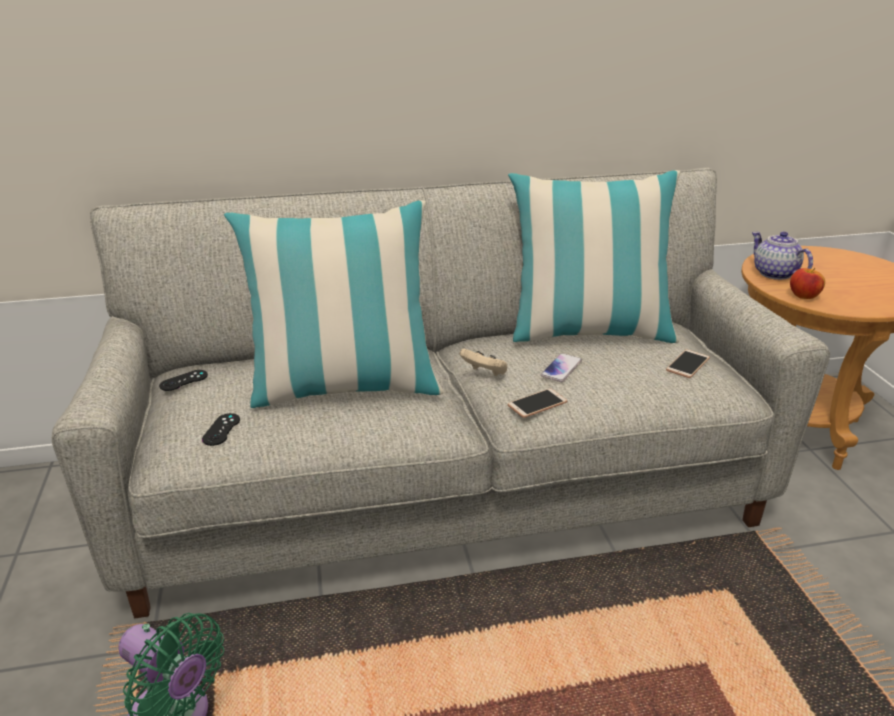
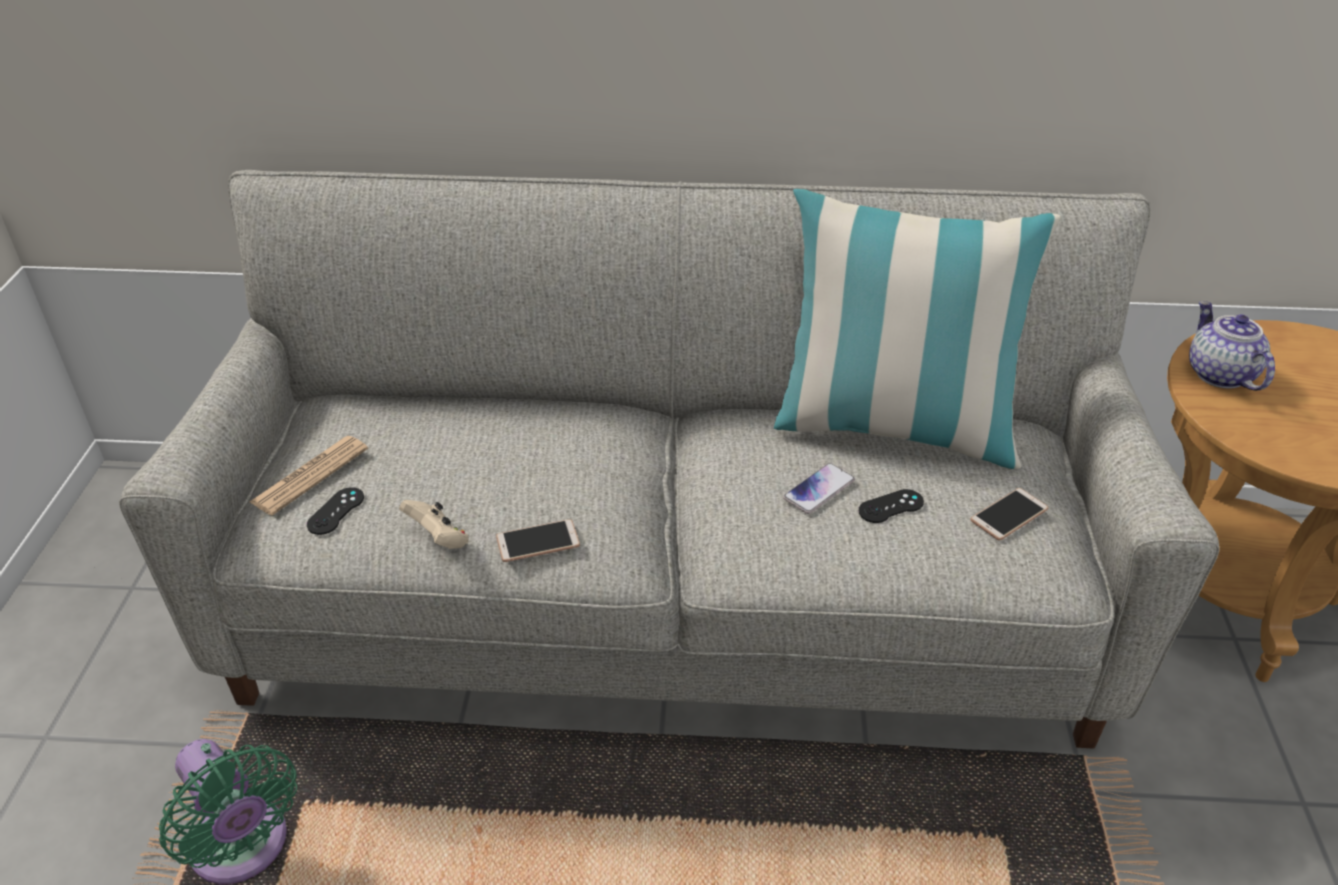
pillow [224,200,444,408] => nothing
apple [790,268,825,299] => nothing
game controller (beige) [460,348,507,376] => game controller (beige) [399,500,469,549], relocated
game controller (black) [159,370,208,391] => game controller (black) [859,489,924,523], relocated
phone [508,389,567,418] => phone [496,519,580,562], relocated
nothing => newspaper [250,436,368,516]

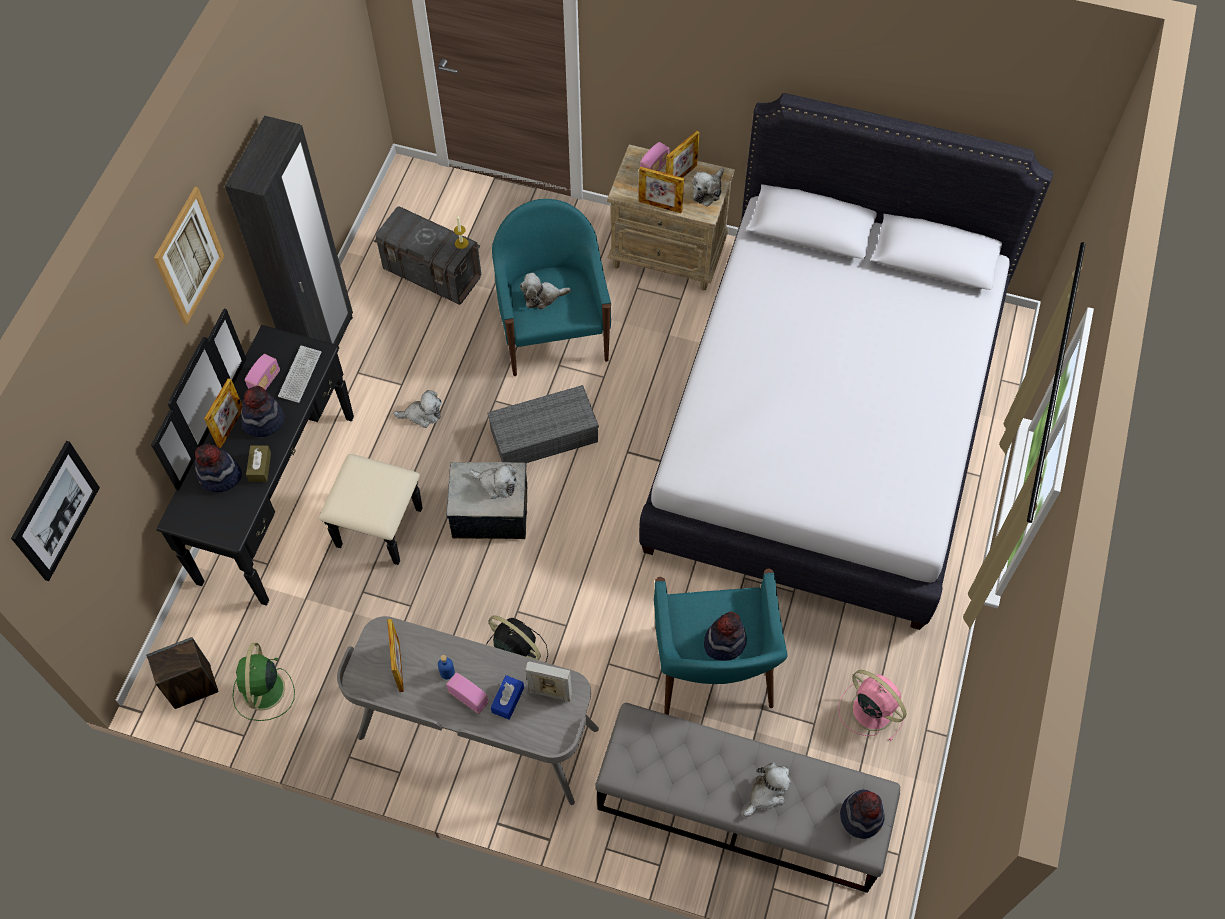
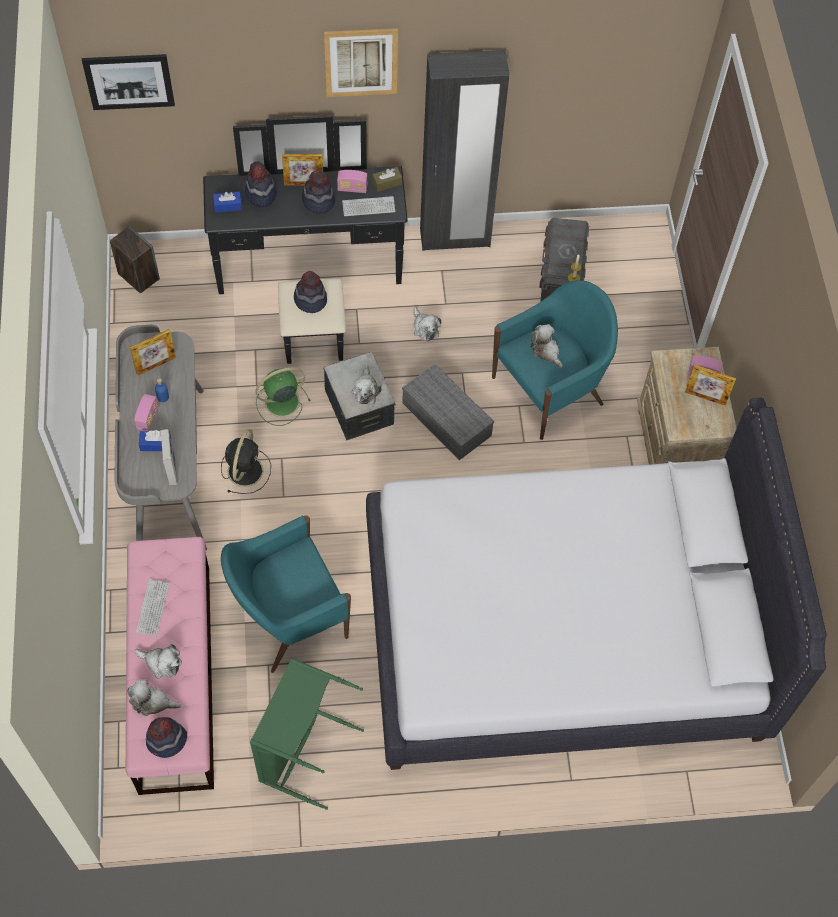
picture frame [639,167,684,213] => nothing
plush toy [692,168,724,207] => plush toy [127,680,181,716], relocated
tissue box (brown) [246,445,271,482] => tissue box (brown) [372,167,402,192], relocated
hat [704,612,747,661] => hat [294,271,327,313], relocated
fan (green) [232,643,295,721] => fan (green) [256,367,311,426], relocated
fan (pink) [838,670,906,741] => laundry basket (green) [250,658,364,810]
bench (grey) [595,703,900,893] => bench (pink) [126,537,214,795]
nothing => tissue box (blue) [213,192,242,213]
nothing => keyboard [136,579,169,636]

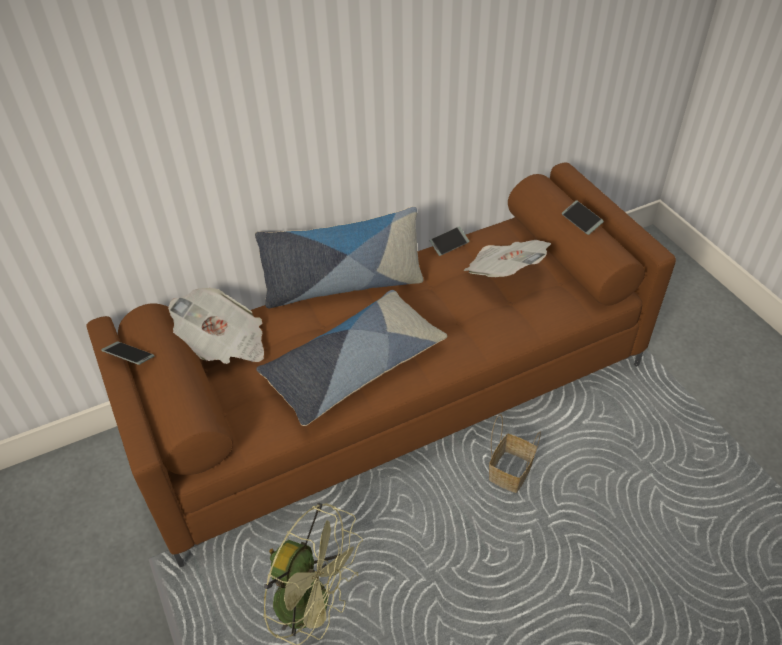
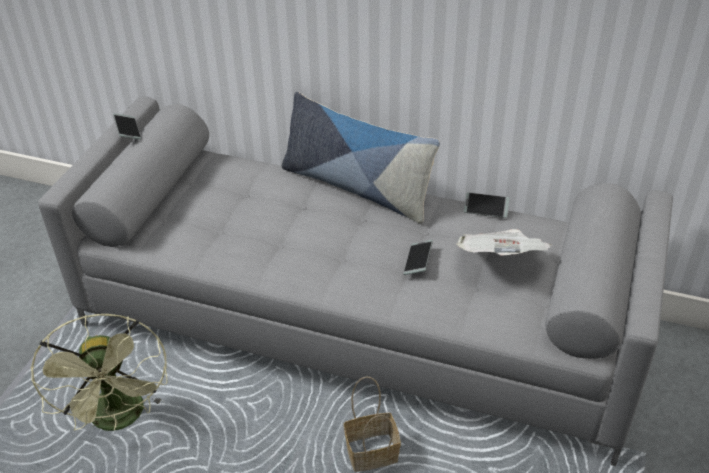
sofa (brown) [86,163,676,567] => sofa (grey) [38,97,673,466]
phone [562,200,604,235] => phone [403,240,433,275], relocated
newspaper [168,288,264,364] => nothing
pillow [256,290,447,426] => nothing

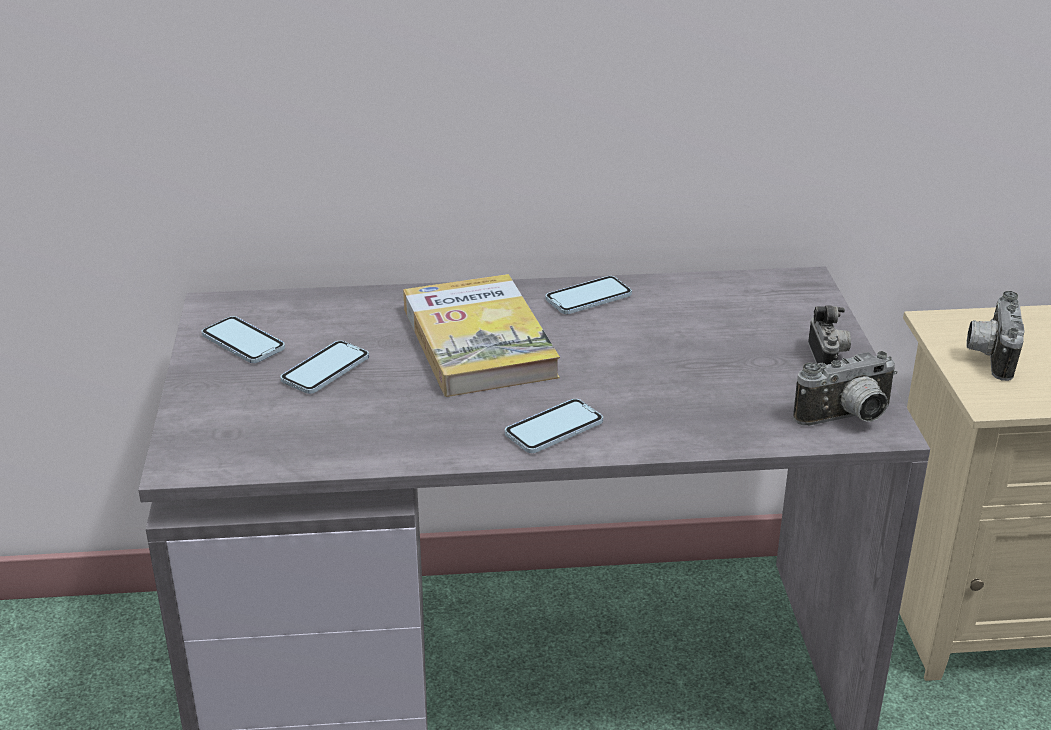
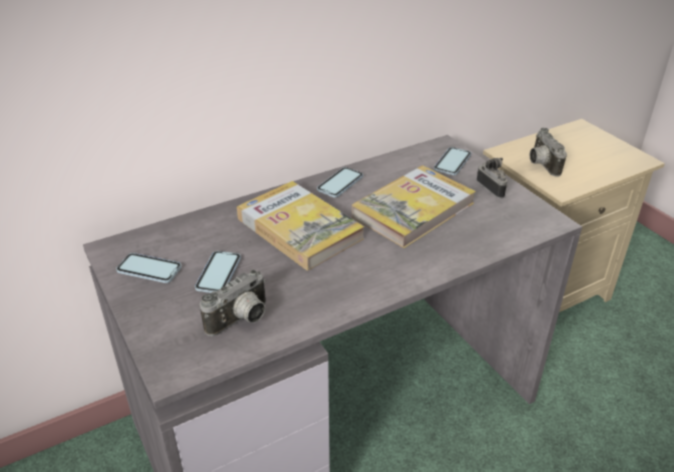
photo camera [793,351,897,426] => photo camera [200,270,266,336], relocated
phone [505,399,603,453] => phone [434,147,471,175], relocated
nothing => book [352,165,476,248]

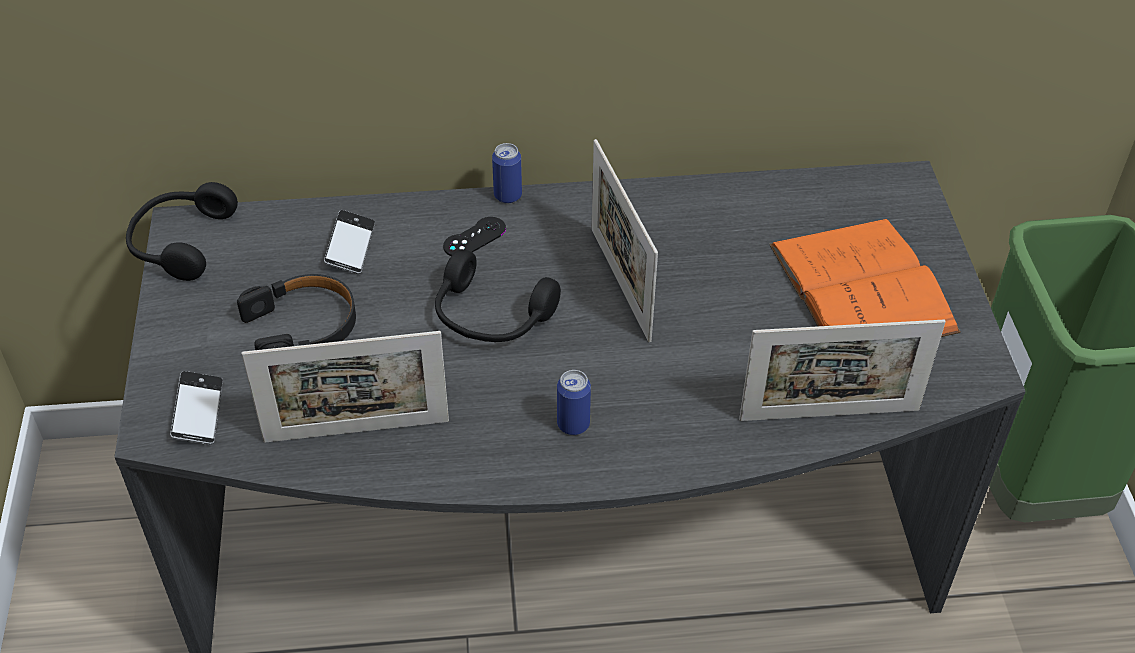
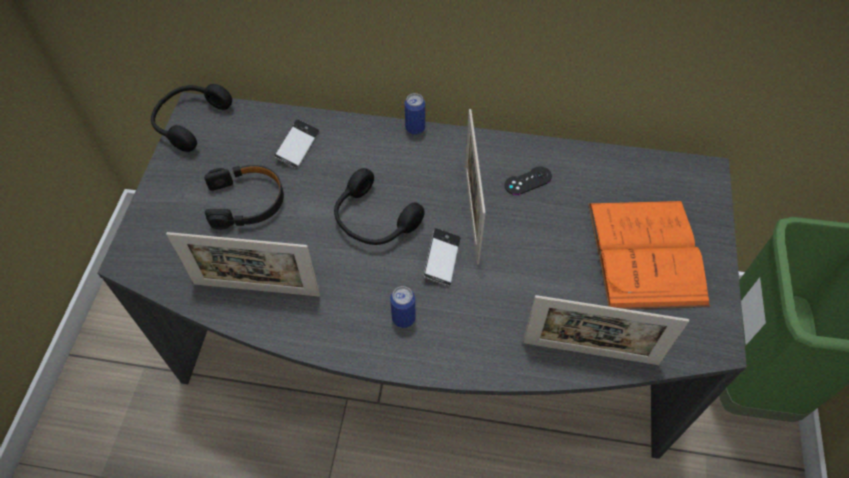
game controller (black) [443,217,506,256] => game controller (black) [505,166,552,195], relocated
phone [170,371,223,445] => phone [423,228,461,286], relocated

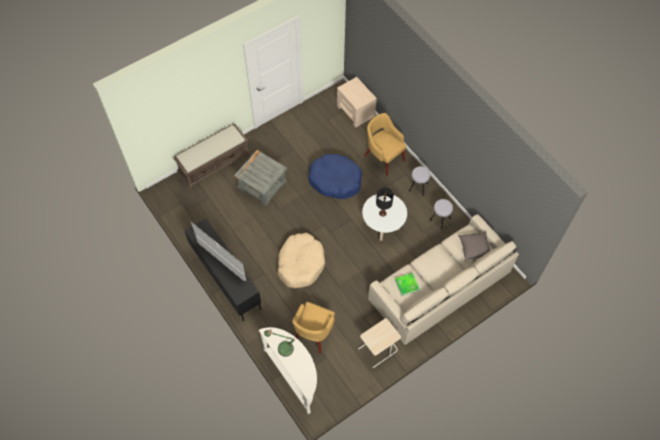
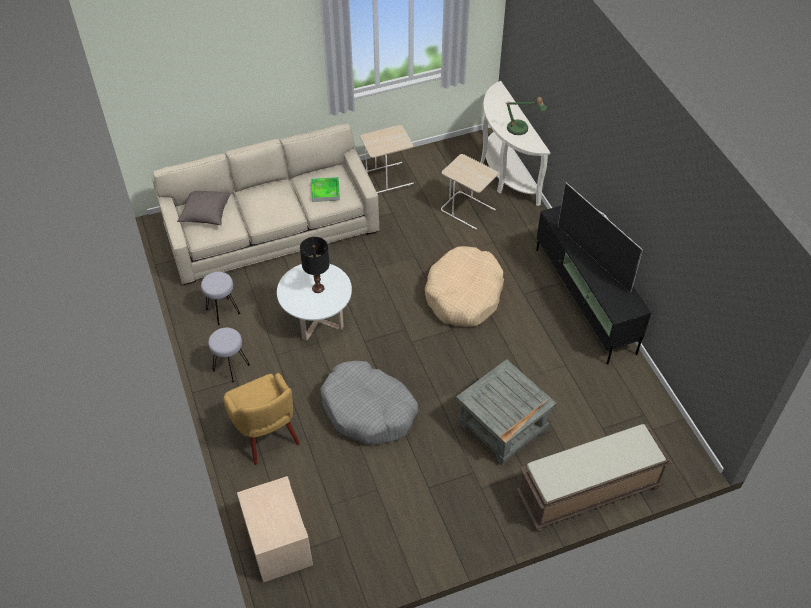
dog bed (blue) [308,154,362,199] => dog bed (grey) [320,361,418,445]
armchair (yellow) [292,302,335,354] => side table (beige) [441,154,498,230]

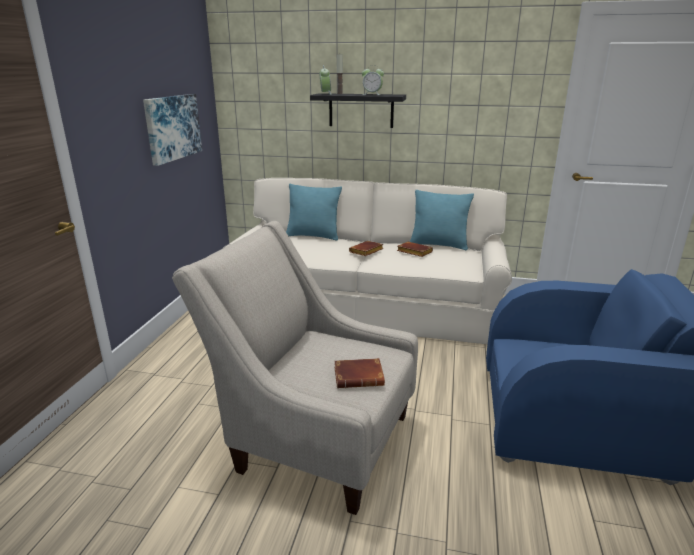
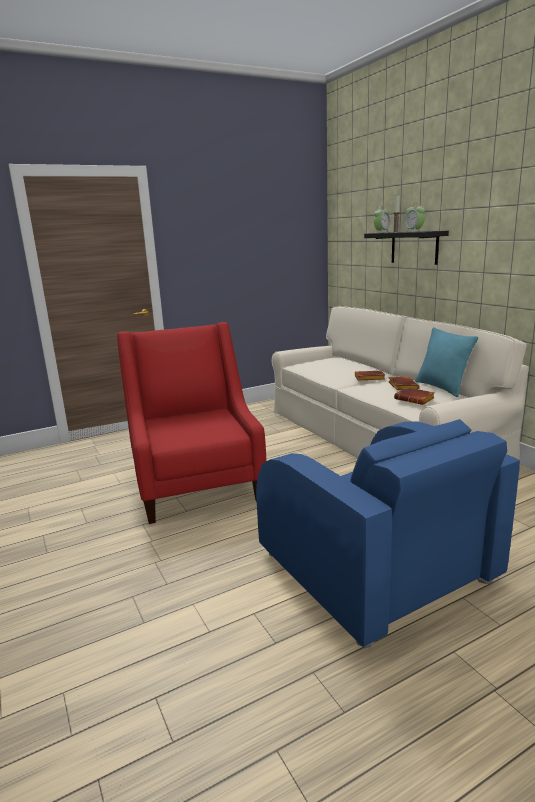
picture [143,94,202,166] => nothing
pillow (turquoise) [286,184,342,241] => nothing
armchair (beige) [172,221,418,515] => armchair (red) [117,322,266,524]
book (brown) [334,358,385,388] => book (brown) [394,387,435,405], relocated

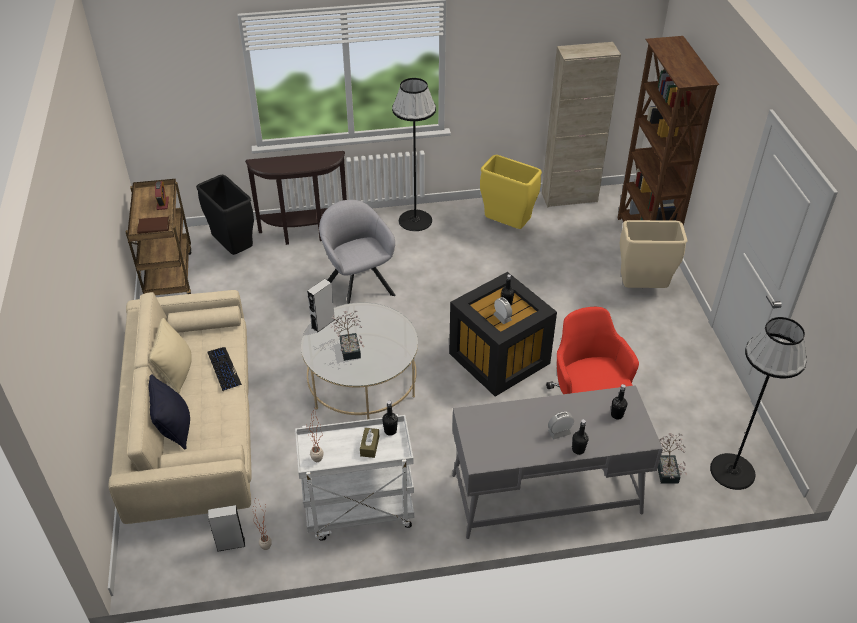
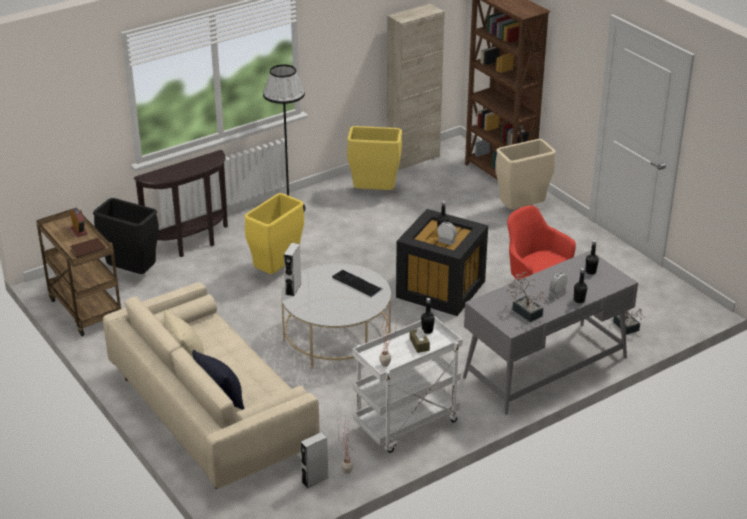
armchair (grey) [319,200,395,304] => trash can (yellow) [244,193,304,274]
potted plant [330,310,364,361] => potted plant [506,272,549,322], relocated
floor lamp (black) [710,317,807,490] => nothing
keyboard [208,347,242,391] => keyboard [332,270,382,297], relocated

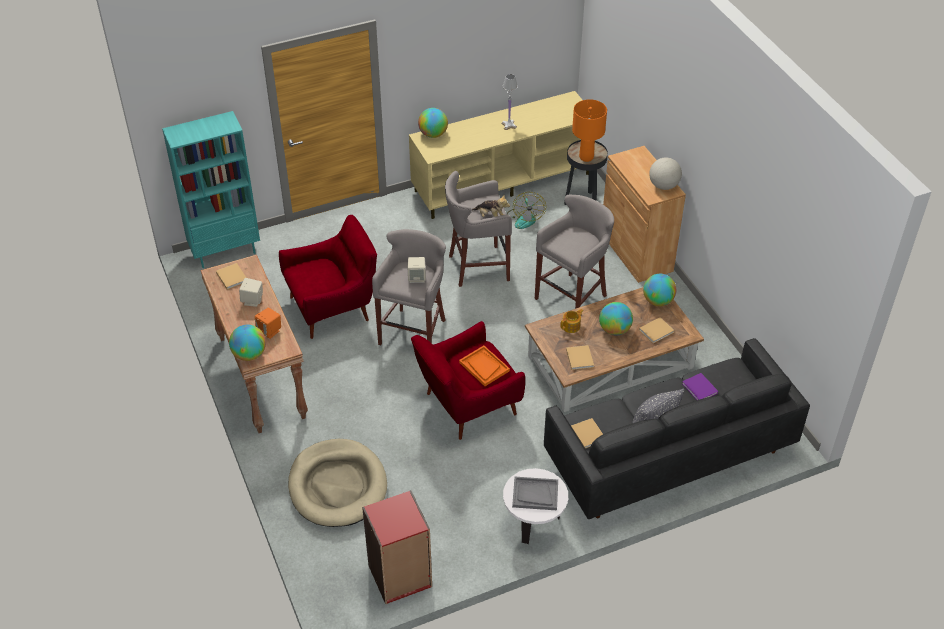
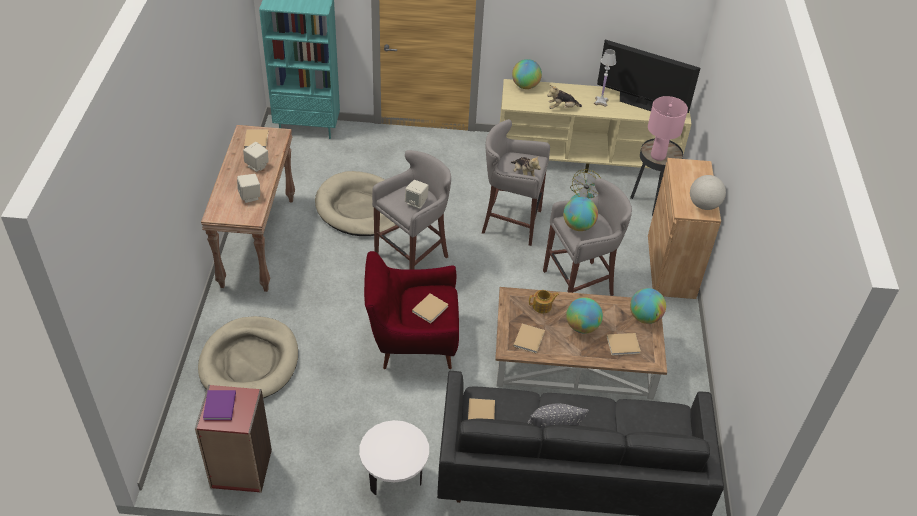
table lamp (orange) [572,99,607,162] => table lamp (pink) [648,96,688,161]
armchair (red) [279,215,377,339] => dog bed (beige) [315,171,396,236]
speaker (orange) [255,307,281,339] => speaker (beige) [237,174,260,203]
globe [229,325,266,361] => globe [563,197,598,231], relocated
tray (orange) [459,346,510,386] => book (beige) [412,294,449,324]
book (purple) [682,373,718,400] => book (purple) [203,390,236,420], relocated
tray (grey) [512,477,558,510] => nothing
nothing => television [597,39,700,113]
nothing => plush toy [547,85,582,109]

